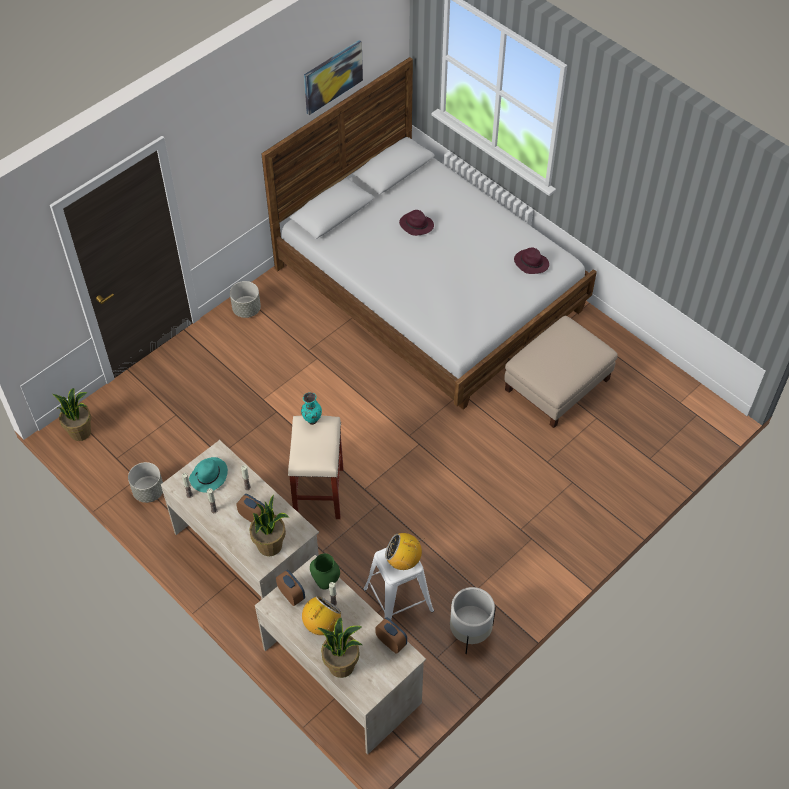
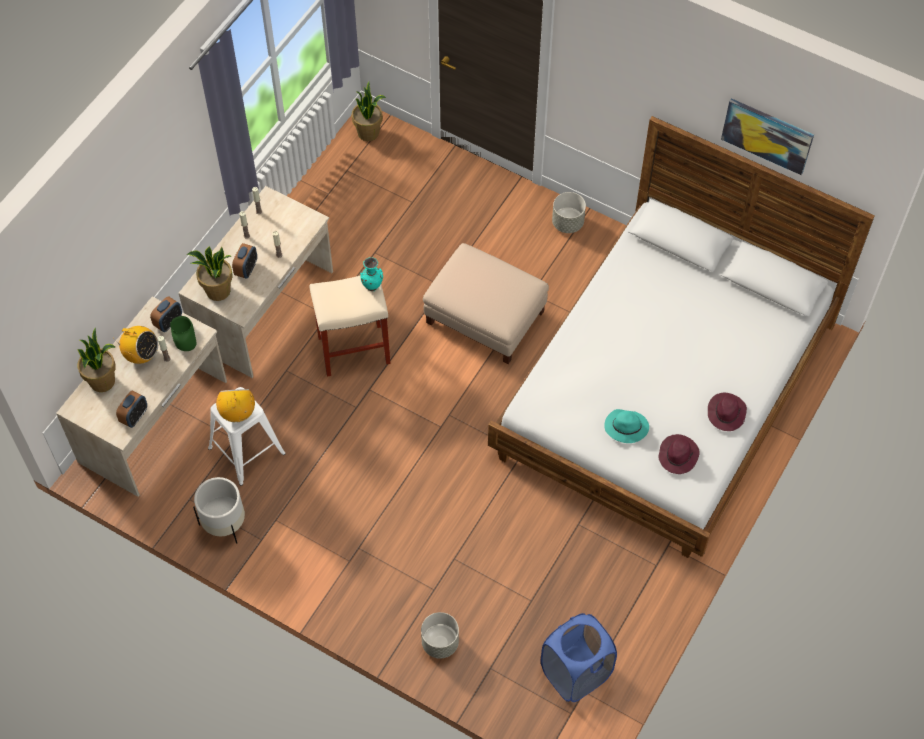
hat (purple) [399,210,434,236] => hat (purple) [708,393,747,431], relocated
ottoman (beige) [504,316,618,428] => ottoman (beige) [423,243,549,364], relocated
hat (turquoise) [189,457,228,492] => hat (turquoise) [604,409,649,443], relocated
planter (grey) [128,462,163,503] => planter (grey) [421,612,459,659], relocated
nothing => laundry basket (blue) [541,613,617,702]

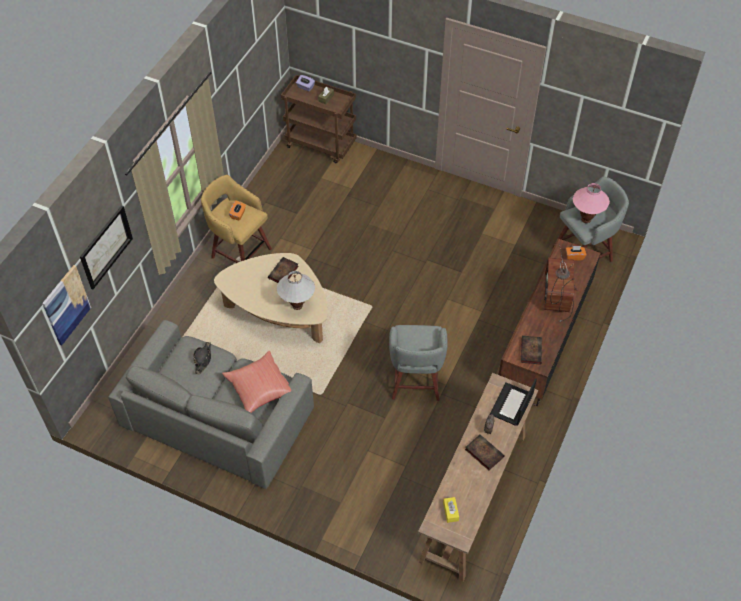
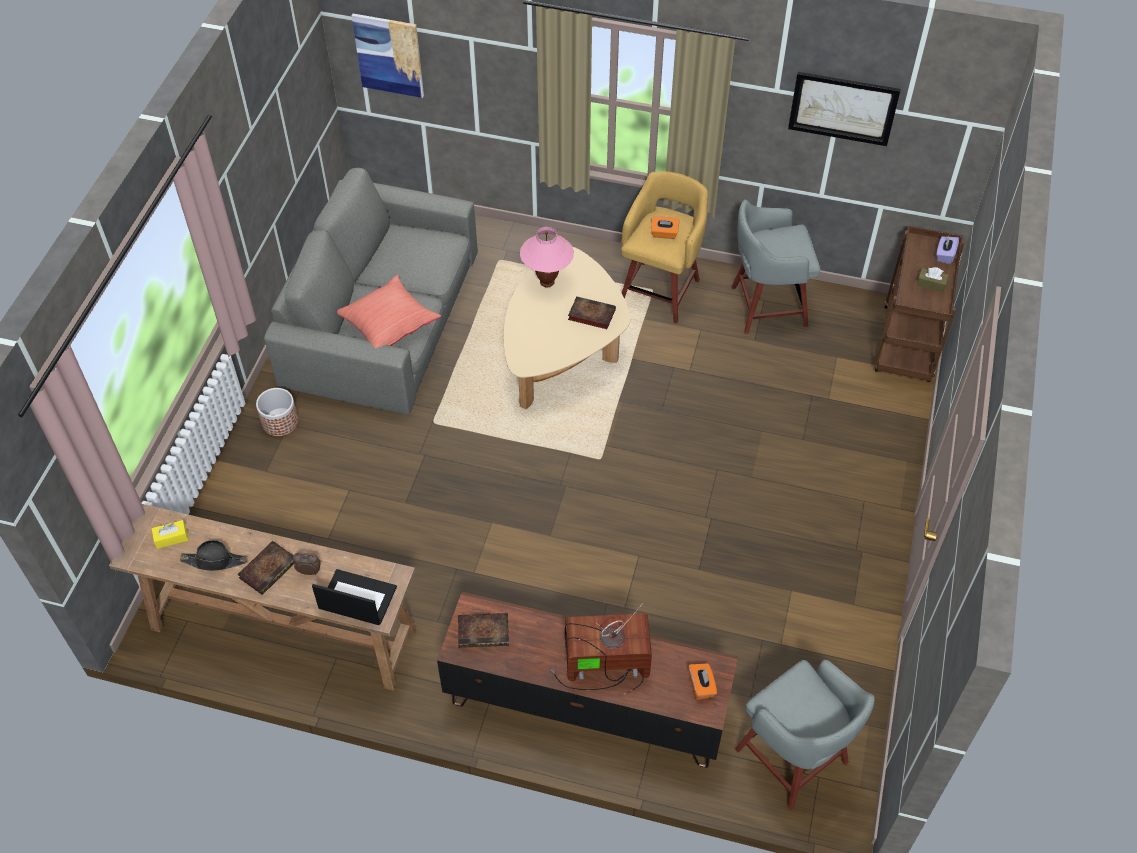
table lamp (pink) [573,183,610,223] => table lamp (pink) [520,227,574,288], relocated
picture [80,205,133,289] => picture [788,72,901,146], relocated
table lamp (white) [277,271,315,310] => nothing
stool (grey) [389,325,448,401] => stool (grey) [731,200,820,334], relocated
hat (black) [193,342,211,374] => hat (black) [180,540,247,571], relocated
nothing => planter [256,388,298,436]

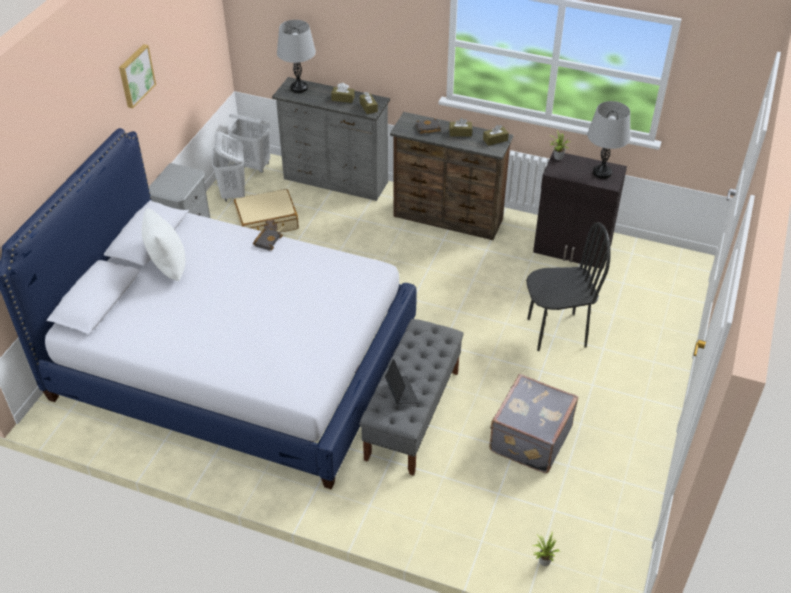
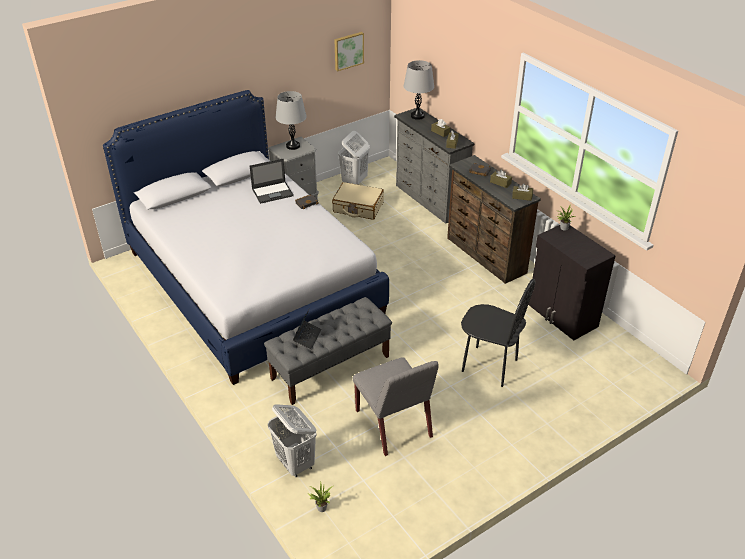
picture [119,44,156,109] => picture [334,32,364,71], relocated
table lamp (grey) [587,101,630,179] => table lamp (grey) [275,91,307,150], relocated
laundry basket (white) [228,114,270,173] => laundry basket (white) [268,404,317,477], relocated
pillow (white) [142,208,185,281] => nothing
suitcase (grey) [489,374,578,473] => chair (grey) [353,357,439,456]
nothing => laptop [250,159,294,204]

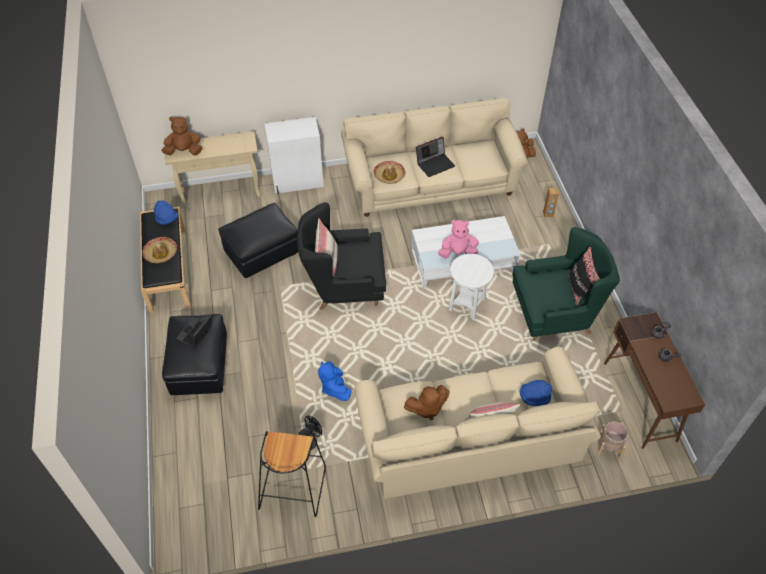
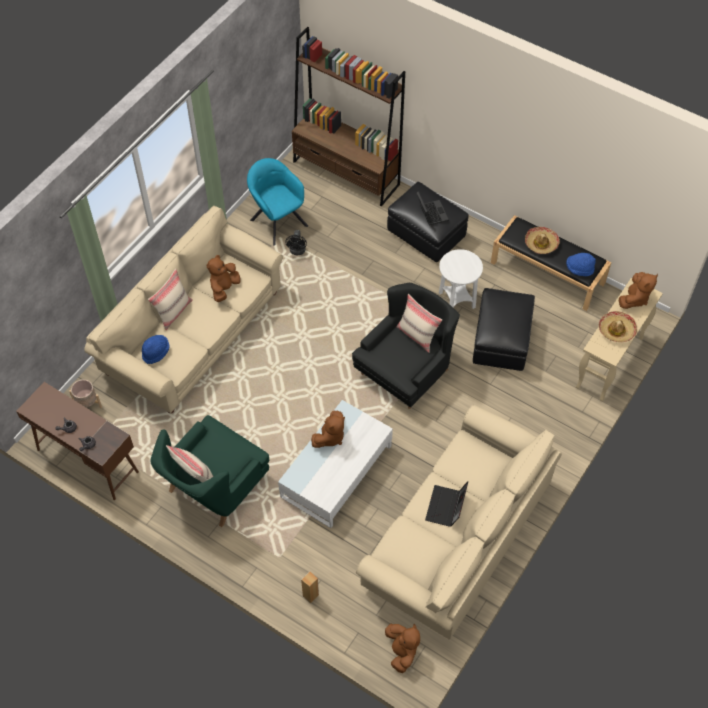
cabinet (white) [265,117,324,194] => nothing
hat [373,161,405,184] => hat [599,311,637,342], relocated
plush toy (pink) [438,220,479,258] => plush toy (brown) [311,411,345,448]
pillow (black) [568,246,600,306] => pillow (beige) [166,445,213,482]
side table (white) [449,254,494,320] => side table (white) [439,249,483,309], relocated
plush toy (blue) [318,361,352,401] => nothing
stool (black) [258,431,326,517] => armchair (turquoise) [247,158,308,246]
nothing => bookcase (brown) [292,27,405,207]

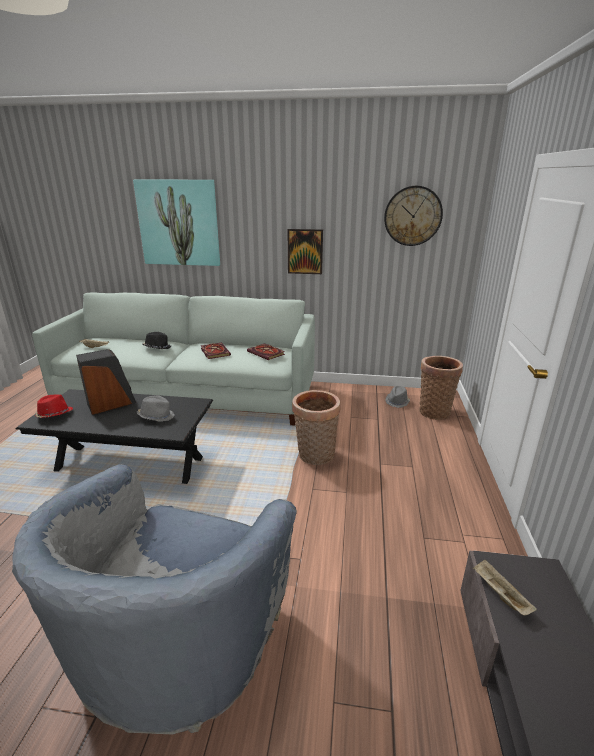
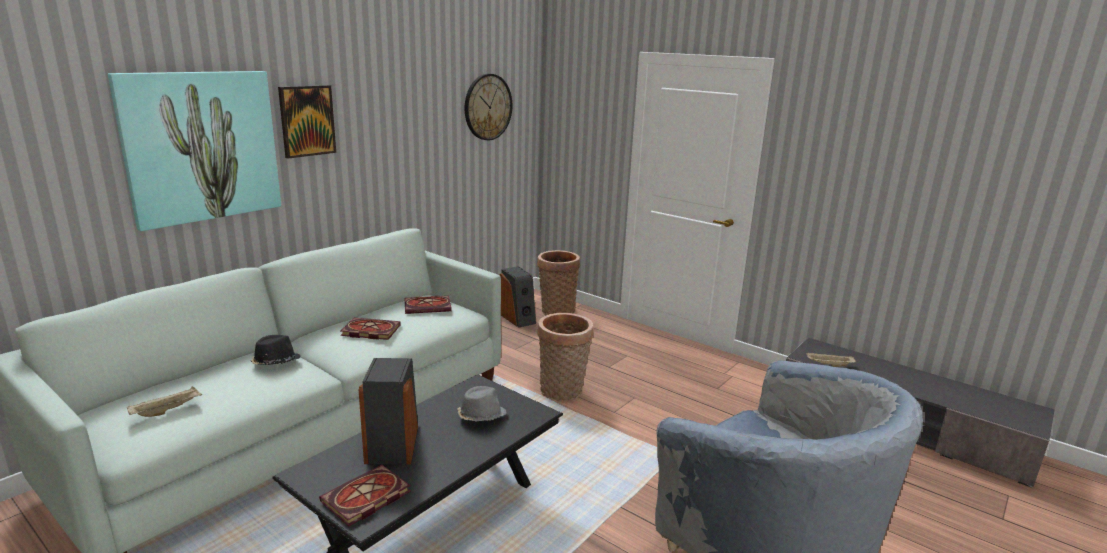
picture [288,229,323,274] => picture [278,85,336,159], relocated
hat (grey) [385,386,410,408] => speaker [499,266,536,328]
hat (red) [35,395,73,418] => book [319,465,411,527]

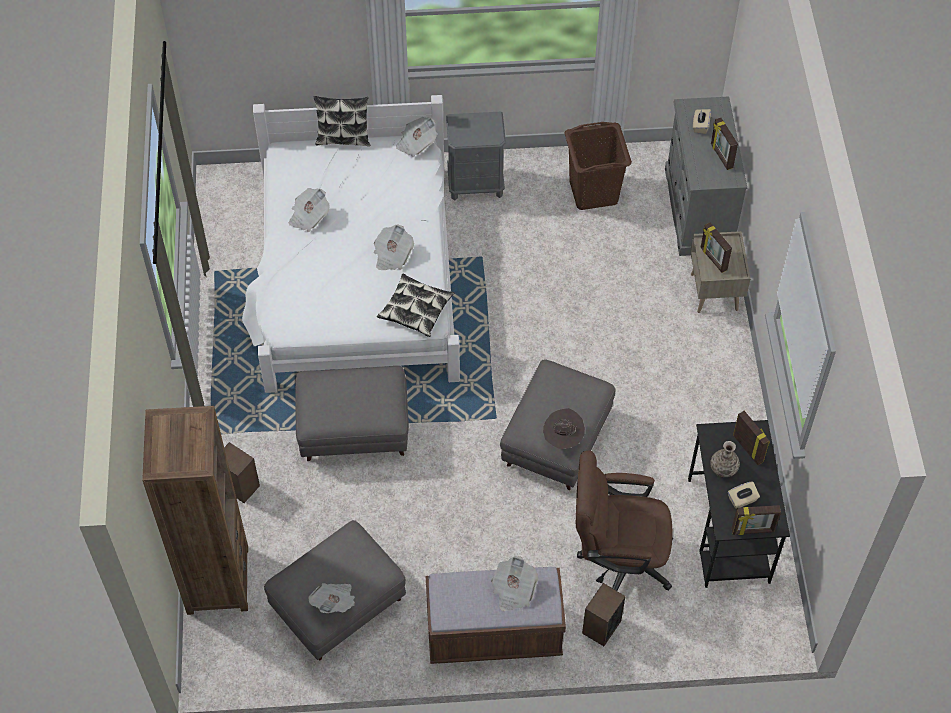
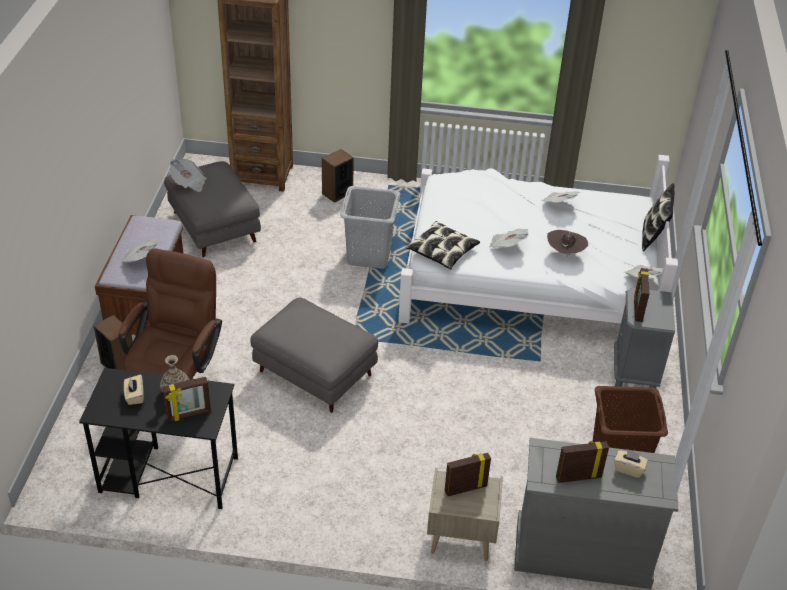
ottoman (grey) [295,366,409,461] => laundry basket (grey) [340,186,401,269]
hat (brown) [543,408,585,449] => hat (brown) [547,230,588,258], relocated
picture frame [732,505,781,535] => picture frame [634,268,649,322], relocated

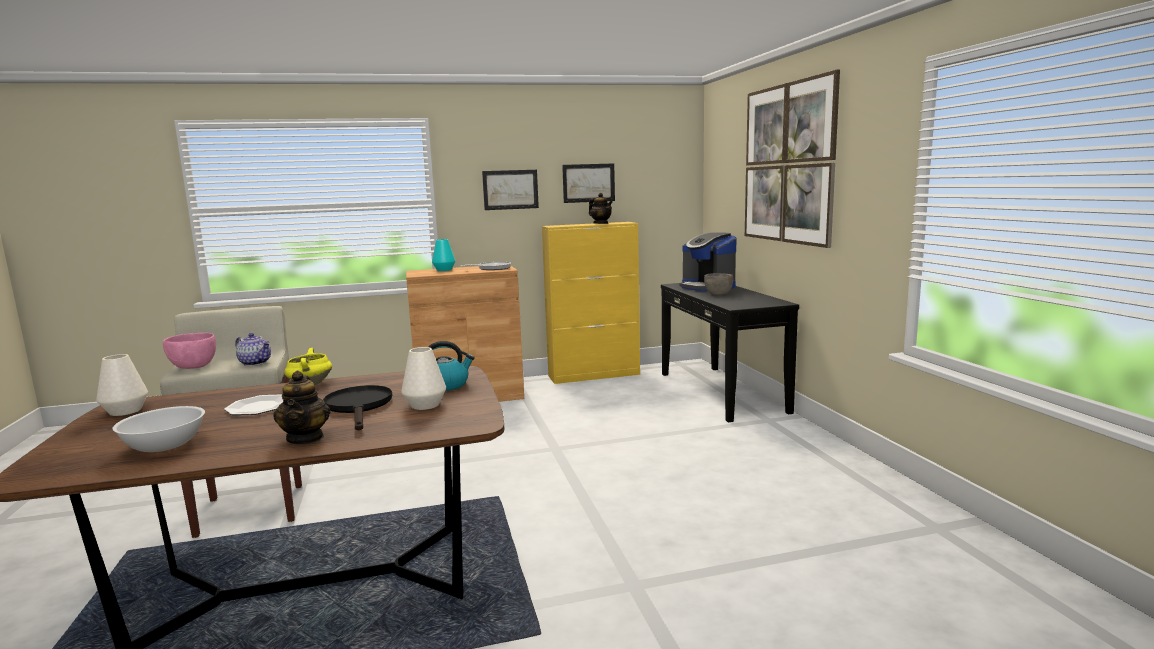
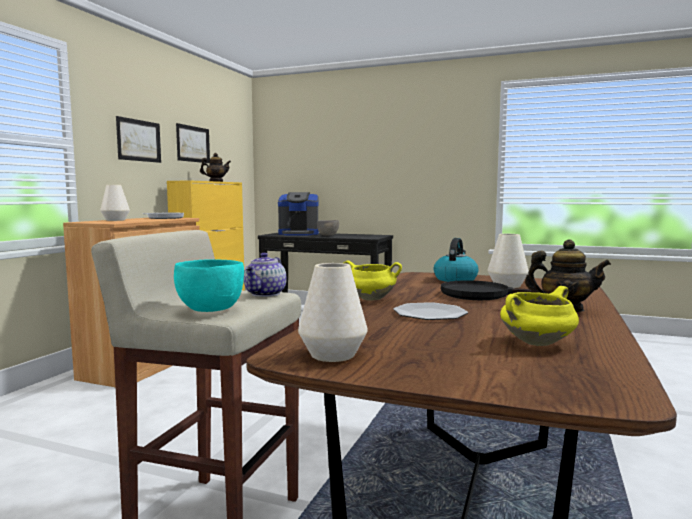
picture [745,70,840,248] => nothing
vase (turquoise) [432,239,455,271] => vase (white) [100,185,130,221]
bowl (pink) [163,333,216,369] => bowl (turquoise) [174,259,244,312]
teapot [235,333,271,366] => teapot [244,253,287,297], 135 degrees clockwise
bowl (white) [113,406,205,452] => cooking pot (yellow) [500,286,579,346]

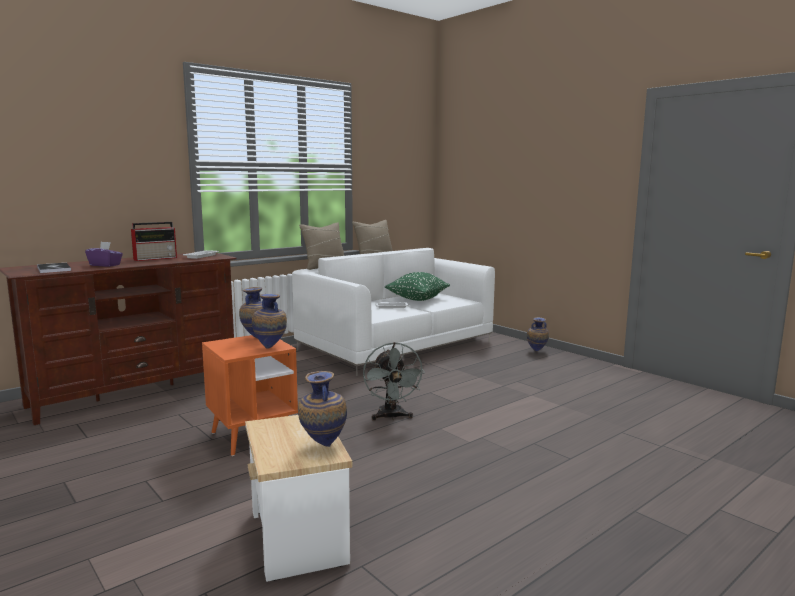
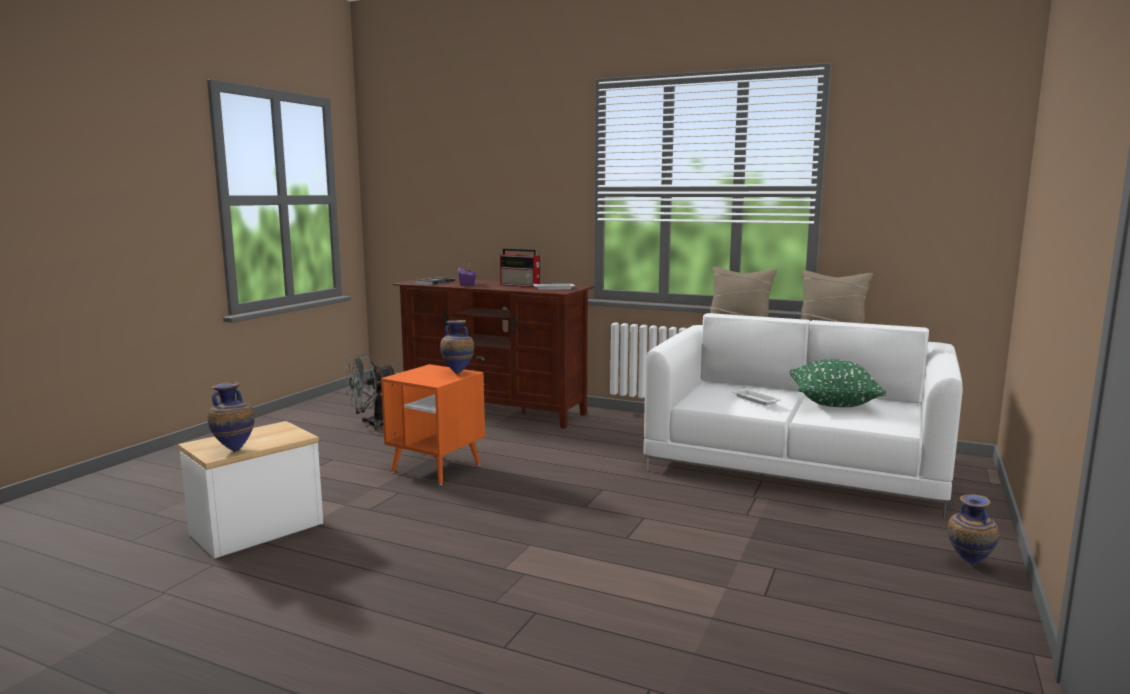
vase [252,294,287,349] => nothing
fan (grey) [363,342,425,421] => fan (grey) [344,354,395,431], relocated

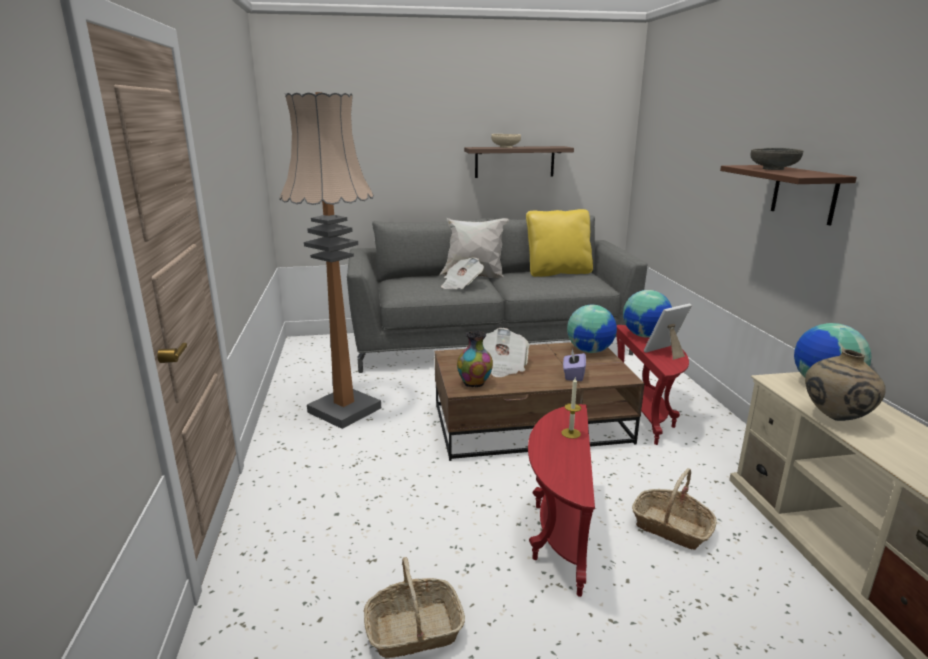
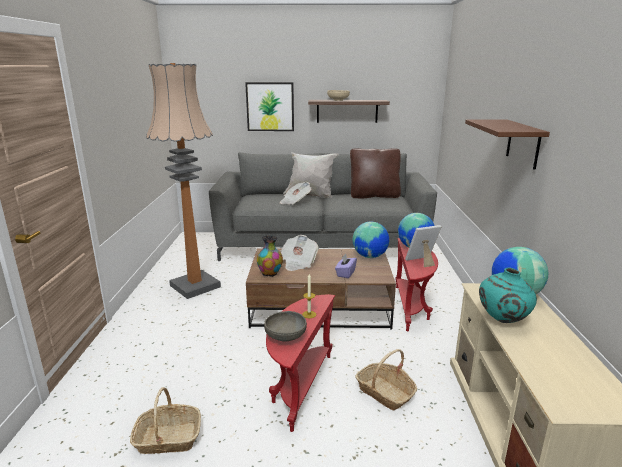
bowl (grey) [751,148,803,170] => bowl (grey) [264,311,307,342], relocated
pillow (yellow) [526,209,593,277] => pillow (brown) [350,148,401,198]
vase (beige) [805,349,886,421] => vase (turquoise) [479,268,537,323]
nothing => picture [245,82,294,131]

